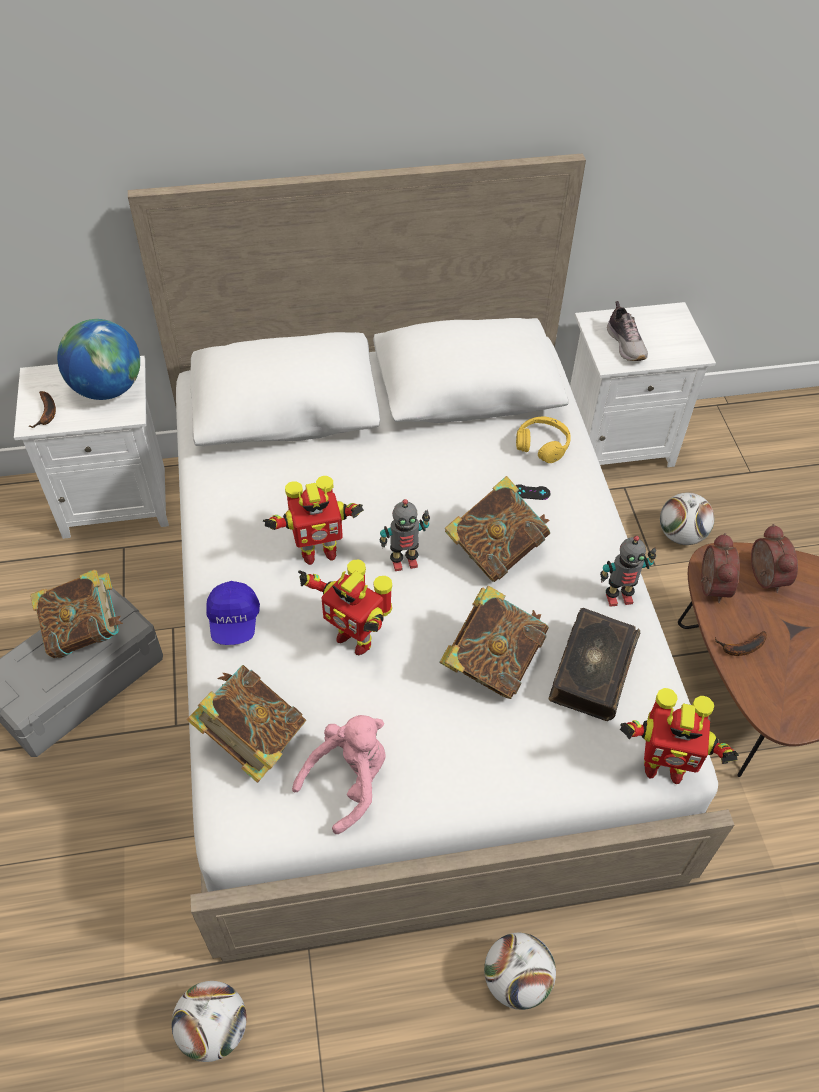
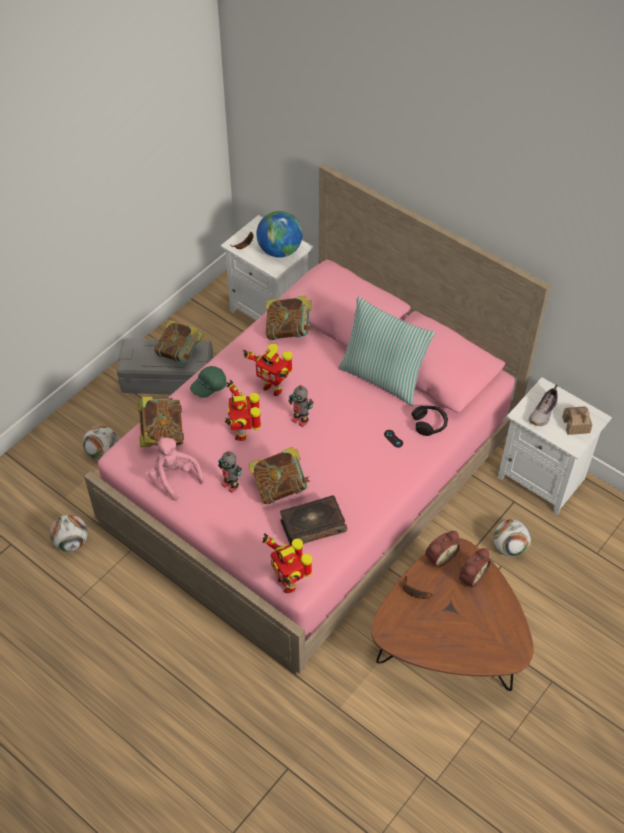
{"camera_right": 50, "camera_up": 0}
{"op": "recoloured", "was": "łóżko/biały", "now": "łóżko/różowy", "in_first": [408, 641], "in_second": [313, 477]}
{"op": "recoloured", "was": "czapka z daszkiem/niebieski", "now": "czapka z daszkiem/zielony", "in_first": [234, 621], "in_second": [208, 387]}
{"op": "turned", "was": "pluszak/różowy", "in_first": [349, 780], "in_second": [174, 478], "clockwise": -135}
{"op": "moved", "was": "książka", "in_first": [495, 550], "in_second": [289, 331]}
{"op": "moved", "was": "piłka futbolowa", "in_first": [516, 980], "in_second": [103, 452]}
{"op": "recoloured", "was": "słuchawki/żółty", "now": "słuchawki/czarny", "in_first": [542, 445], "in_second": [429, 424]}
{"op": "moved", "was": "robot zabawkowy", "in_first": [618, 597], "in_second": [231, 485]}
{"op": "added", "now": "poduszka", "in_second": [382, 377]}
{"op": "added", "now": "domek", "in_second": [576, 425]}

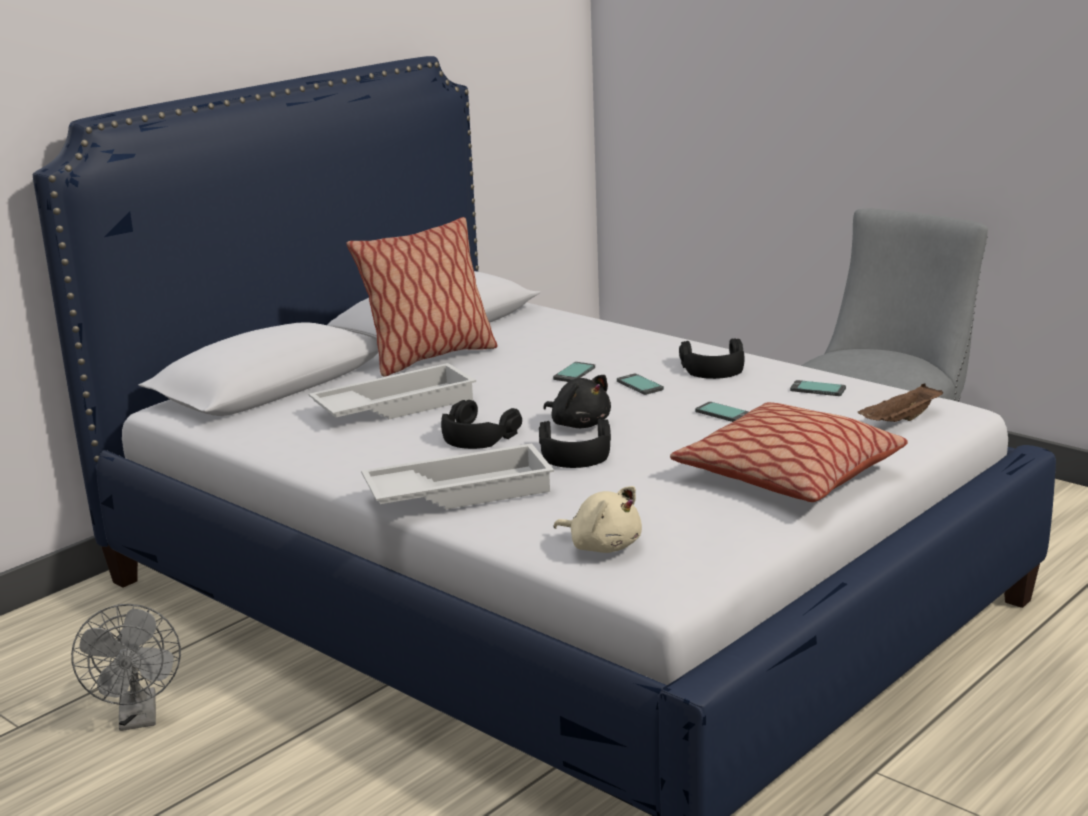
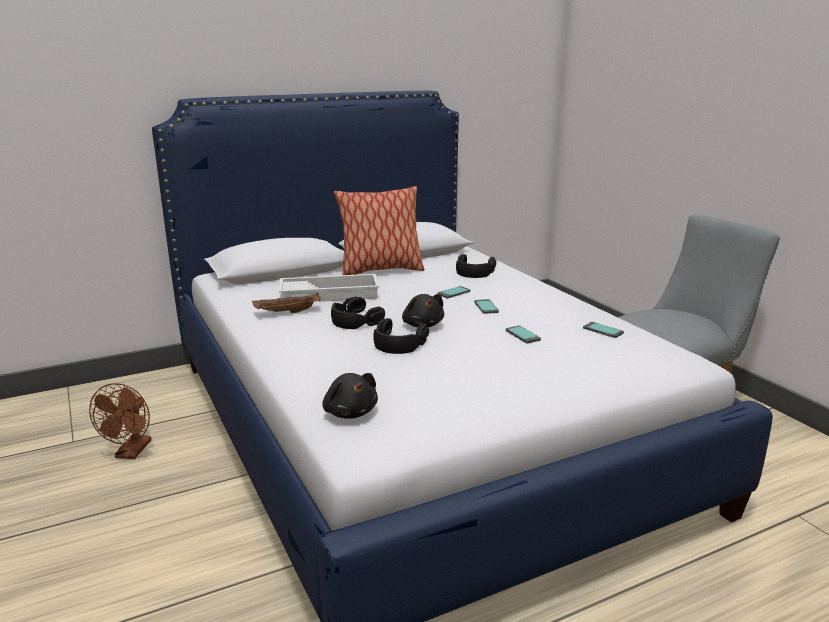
{"camera_right": 20, "camera_up": 0}
{"op": "recoloured", "was": "wentylator/szary", "now": "wentylator/brązowy", "in_first": [139, 719], "in_second": [131, 453]}
{"op": "removed", "was": "taca/biały", "in_first": [459, 491]}
{"op": "recoloured", "was": "pluszak/beżowy", "now": "pluszak/czarny", "in_first": [602, 546], "in_second": [350, 412]}
{"op": "removed", "was": "poduszka", "in_first": [788, 475]}
{"op": "moved", "was": "słuchawki/czarny", "in_first": [713, 368], "in_second": [474, 272]}
{"op": "moved", "was": "taca/brązowy", "in_first": [901, 421], "in_second": [287, 313]}

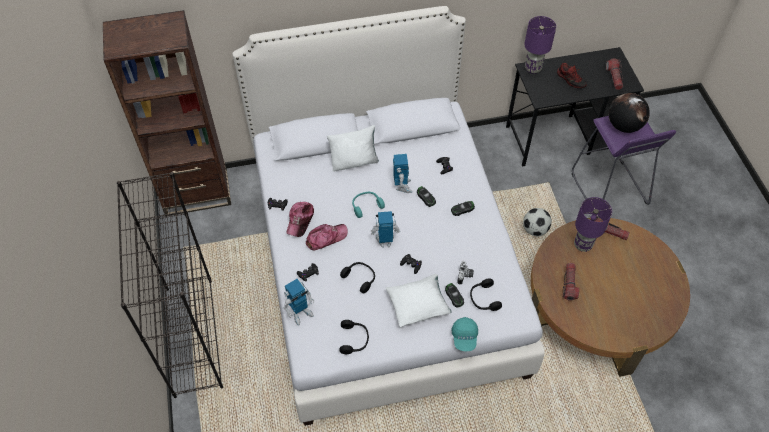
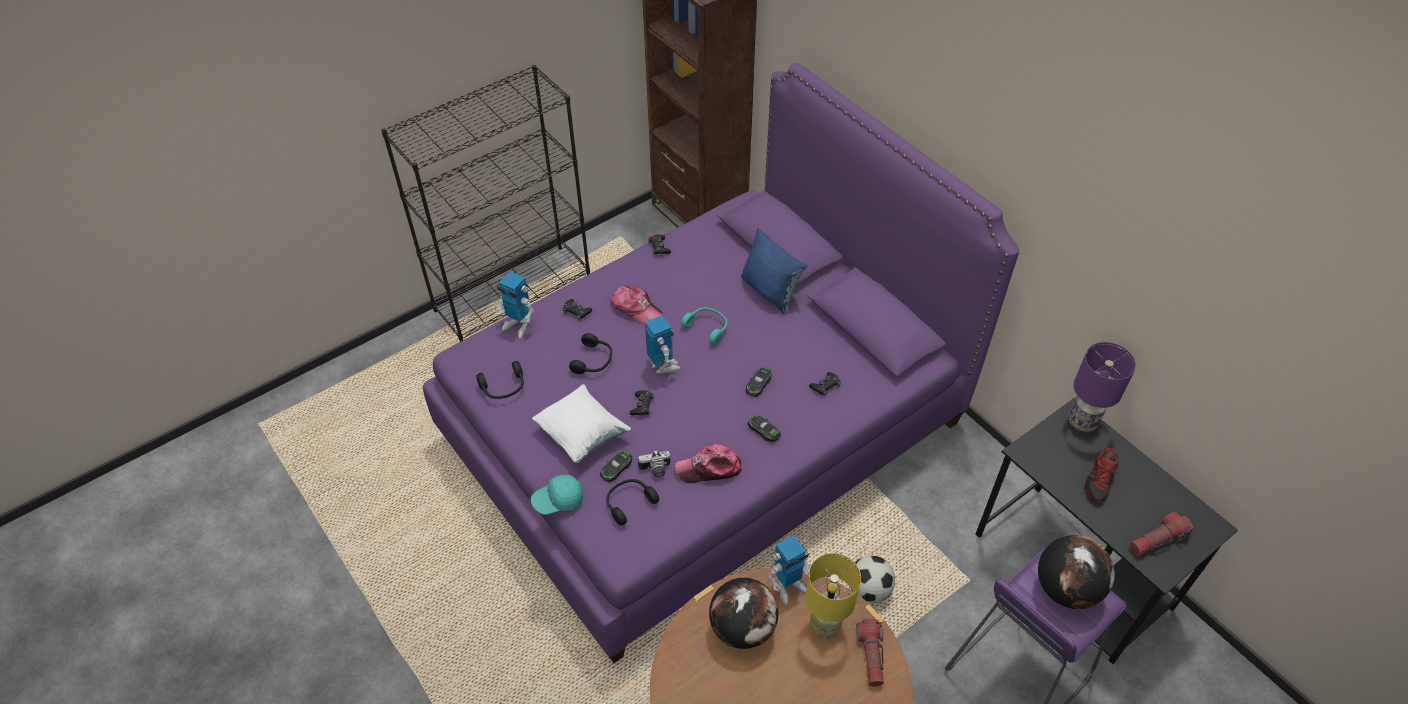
{"camera_right": 65, "camera_up": -5}
{"op": "recoloured", "was": "łóżko/biały", "now": "łóżko/fioletowy", "in_first": [383, 264], "in_second": [703, 428]}
{"op": "moved", "was": "czapka z daszkiem", "in_first": [300, 220], "in_second": [709, 469]}
{"op": "recoloured", "was": "poduszka/biały", "now": "poduszka/niebieski", "in_first": [354, 162], "in_second": [770, 291]}
{"op": "moved", "was": "robot zabawkowy", "in_first": [402, 186], "in_second": [788, 586]}
{"op": "replaced", "was": "latarka", "now": "globus", "in_first": [569, 284], "in_second": [743, 628]}
{"op": "recoloured", "was": "lampa stołowa/fioletowy", "now": "lampa stołowa/żółty", "in_first": [583, 245], "in_second": [824, 626]}

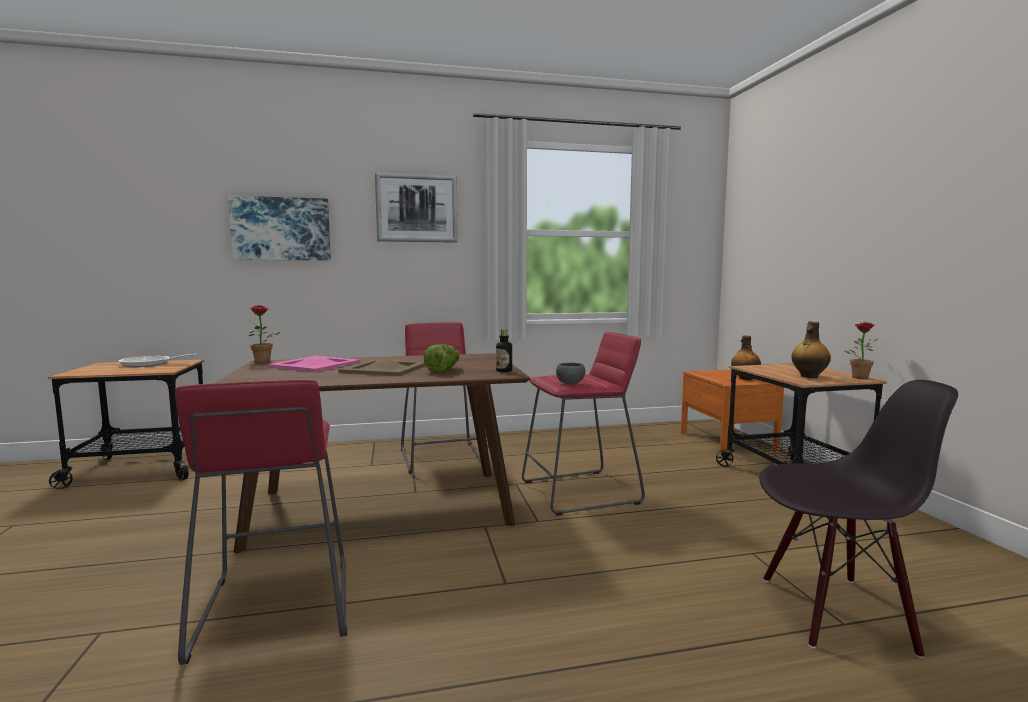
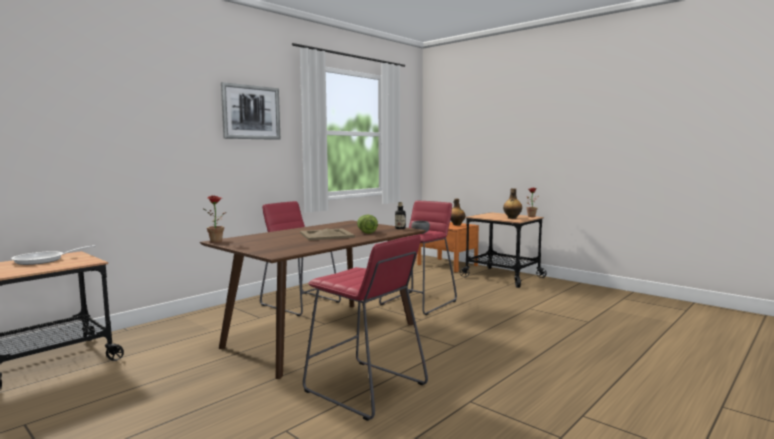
{"camera_right": -35, "camera_up": 0}
{"op": "removed", "was": "obraz", "in_first": [281, 229]}
{"op": "removed", "was": "taca/różowy", "in_first": [316, 364]}
{"op": "removed", "was": "krzesło/czarny", "in_first": [835, 612]}

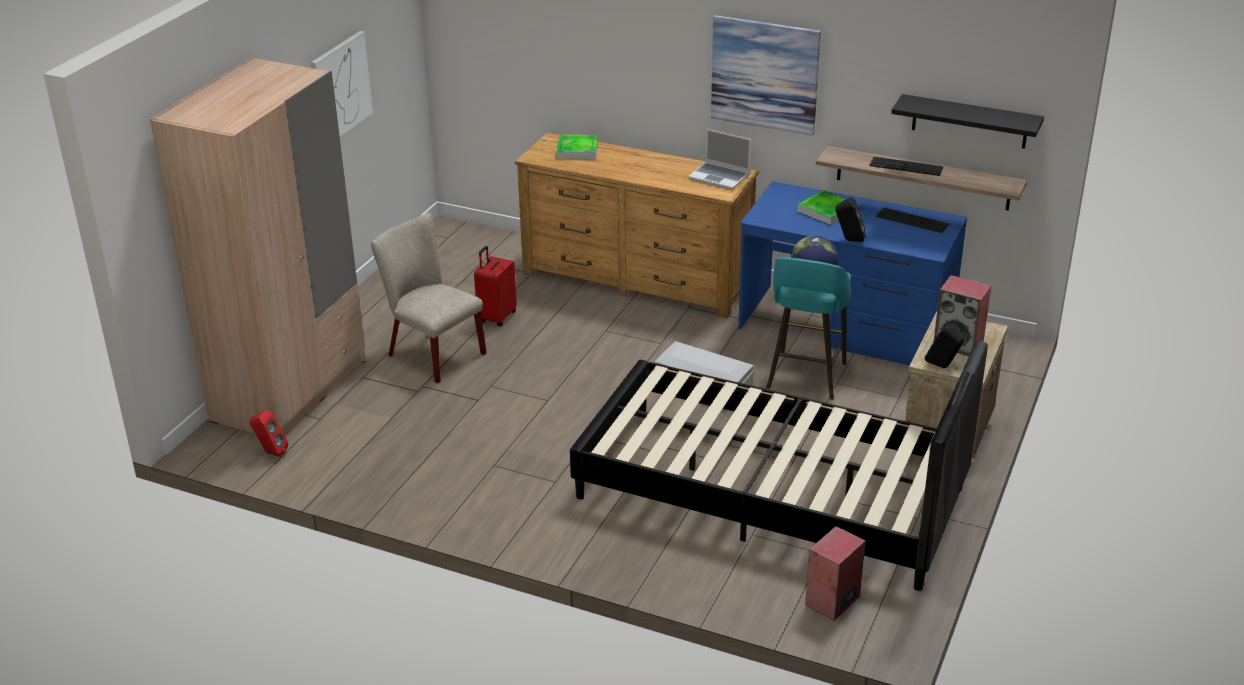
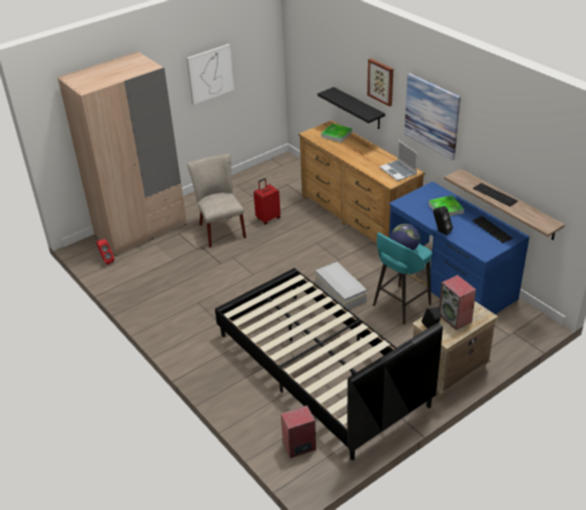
{"camera_right": 30, "camera_up": 5}
{"op": "moved", "was": "półka/czarny", "in_first": [969, 121], "in_second": [358, 108]}
{"op": "added", "now": "obraz", "in_second": [381, 81]}

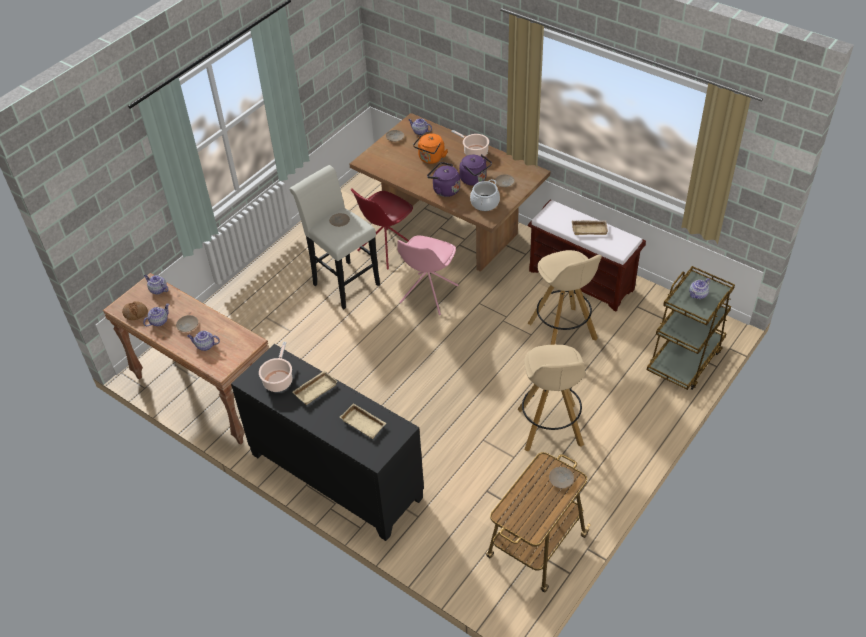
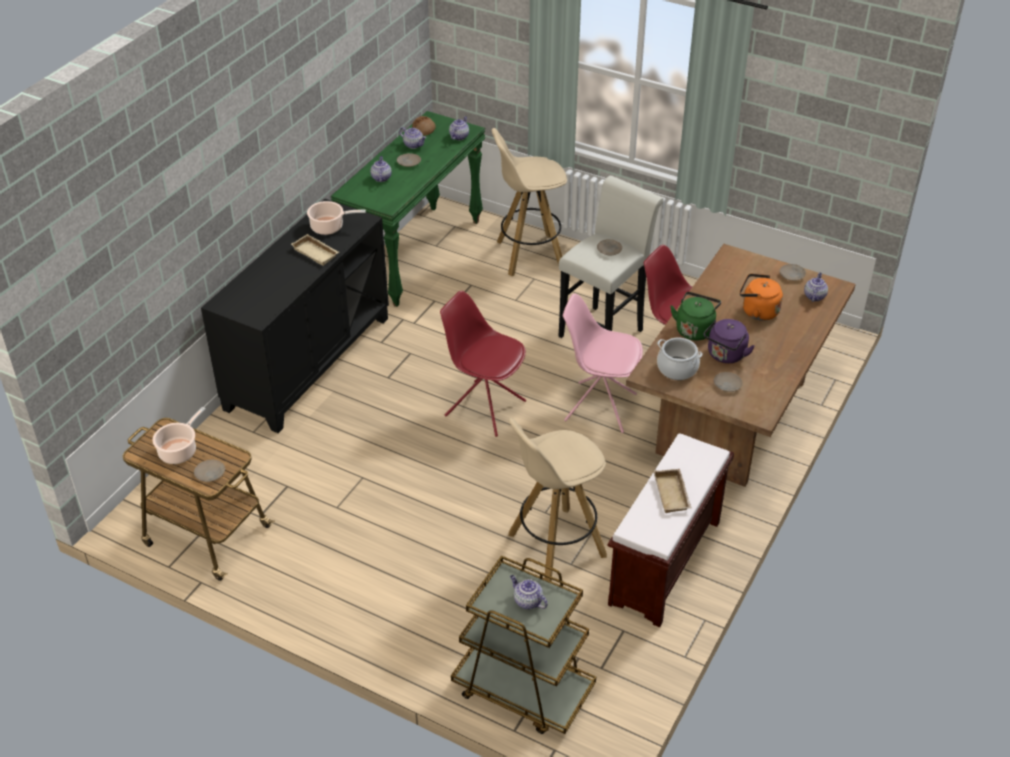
{"camera_right": 80, "camera_up": -5}
{"op": "recoloured", "was": "stolik konsolowy/brązowy", "now": "stolik konsolowy/zielony", "in_first": [204, 394], "in_second": [415, 254]}
{"op": "removed", "was": "taca/beżowy", "in_first": [364, 423]}
{"op": "recoloured", "was": "czajnik/fioletowy", "now": "czajnik/zielony", "in_first": [444, 190], "in_second": [695, 329]}
{"op": "moved", "was": "garnek", "in_first": [474, 152], "in_second": [179, 451]}
{"op": "moved", "was": "stołek/beżowy", "in_first": [550, 428], "in_second": [528, 255]}
{"op": "added", "now": "krzesło/czerwony", "in_second": [484, 407]}

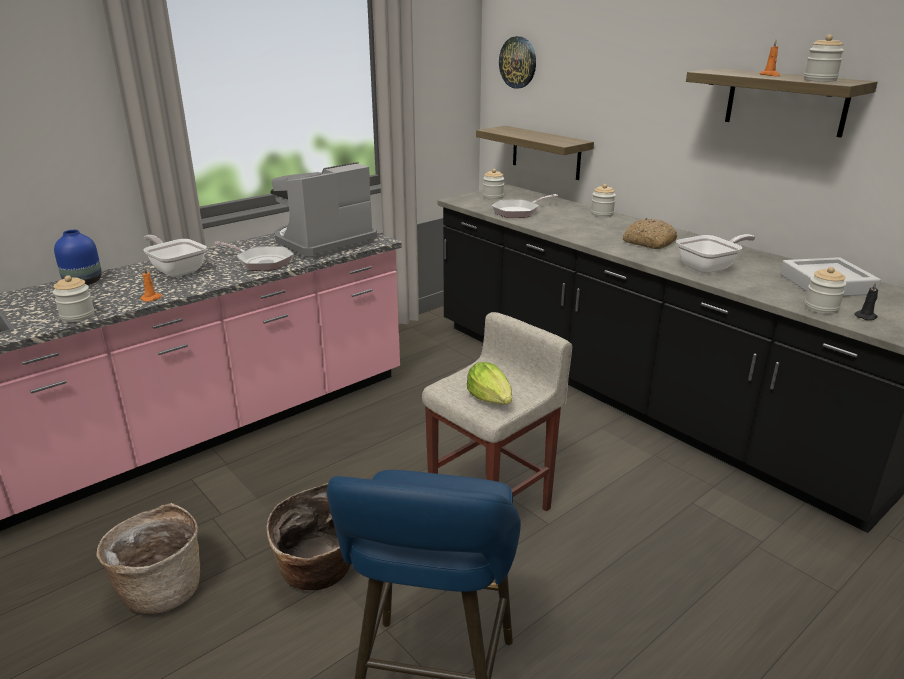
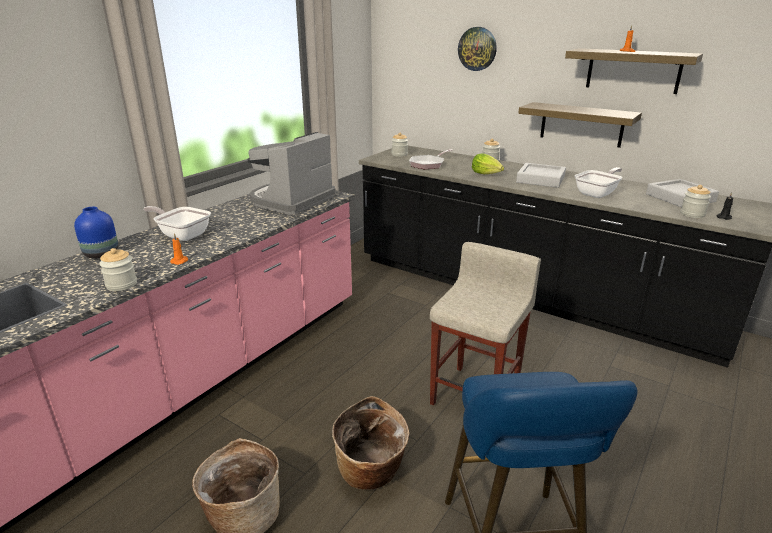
{"camera_right": -15, "camera_up": 0}
{"op": "removed", "was": "patelnia", "in_first": [261, 262]}
{"op": "moved", "was": "sałata", "in_first": [491, 399], "in_second": [486, 174]}
{"op": "moved", "was": "półka", "in_first": [546, 152], "in_second": [581, 124]}
{"op": "moved", "was": "zegar ścienny", "in_first": [518, 62], "in_second": [477, 49]}
{"op": "replaced", "was": "chleb", "now": "taca/szary", "in_first": [648, 242], "in_second": [540, 179]}
{"op": "removed", "was": "słoik", "in_first": [819, 80]}

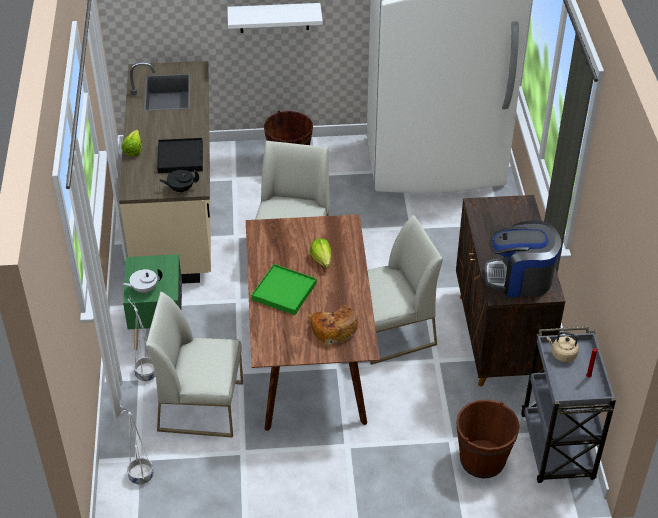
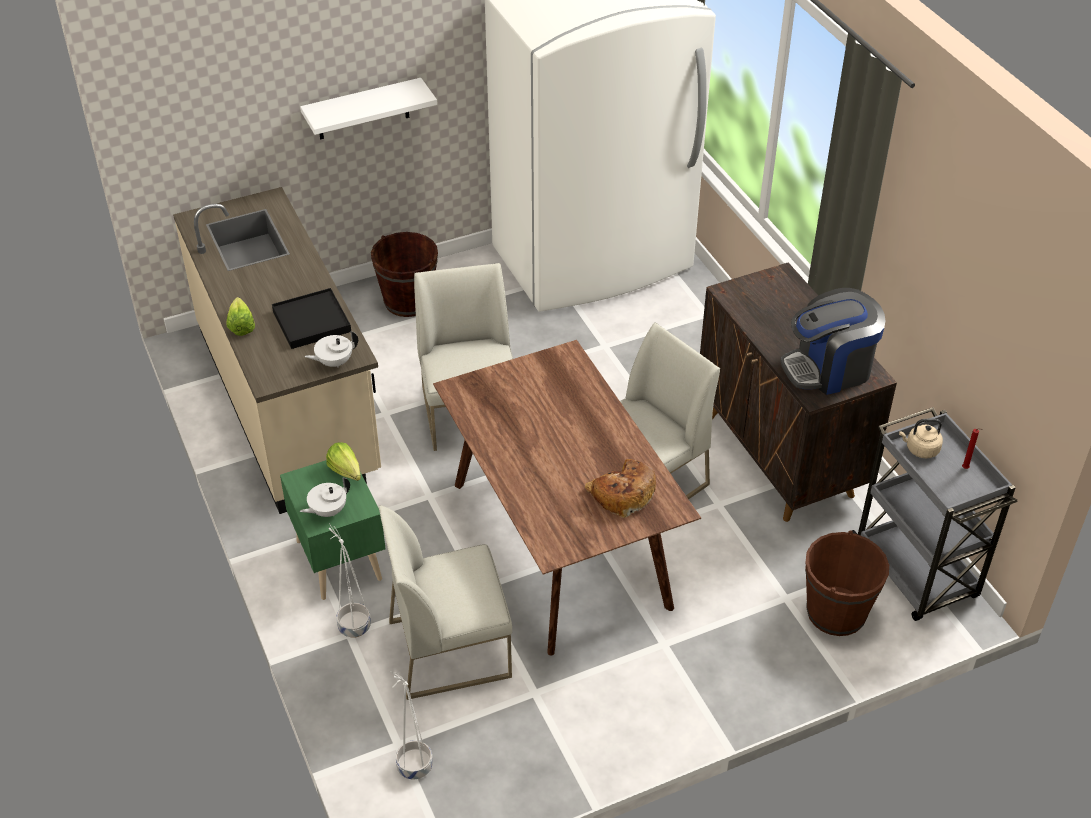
{"camera_right": -20, "camera_up": 0}
{"op": "recoloured", "was": "imbryk/czarny", "now": "imbryk/biały", "in_first": [181, 189], "in_second": [334, 362]}
{"op": "removed", "was": "taca/zielony", "in_first": [284, 291]}
{"op": "moved", "was": "sałata", "in_first": [322, 262], "in_second": [347, 474]}

